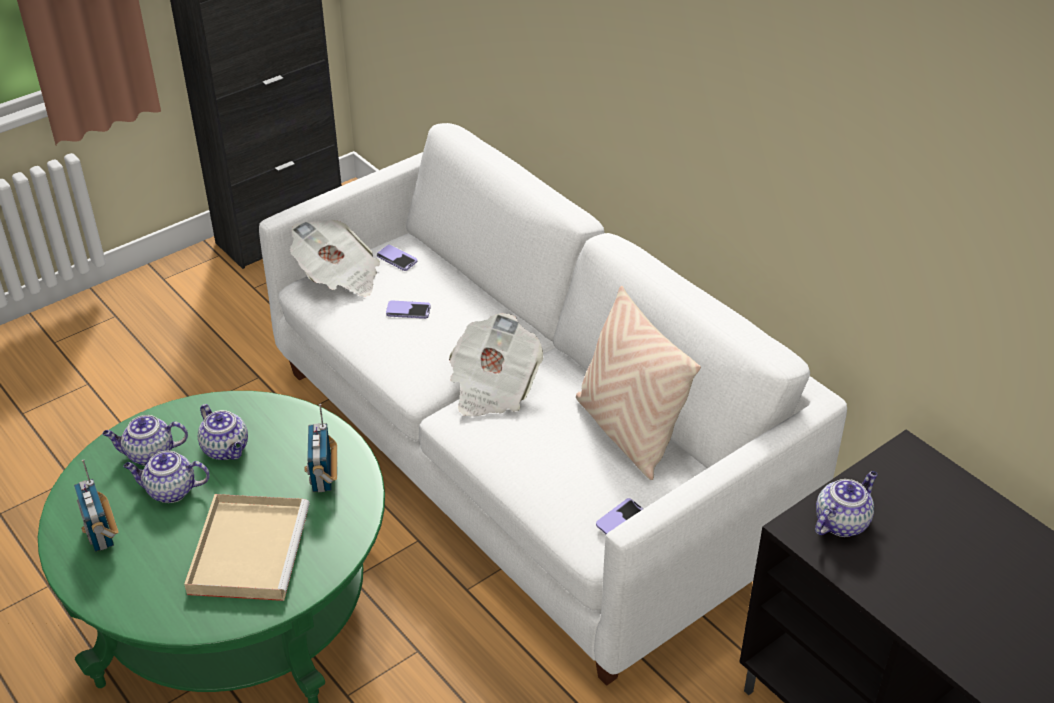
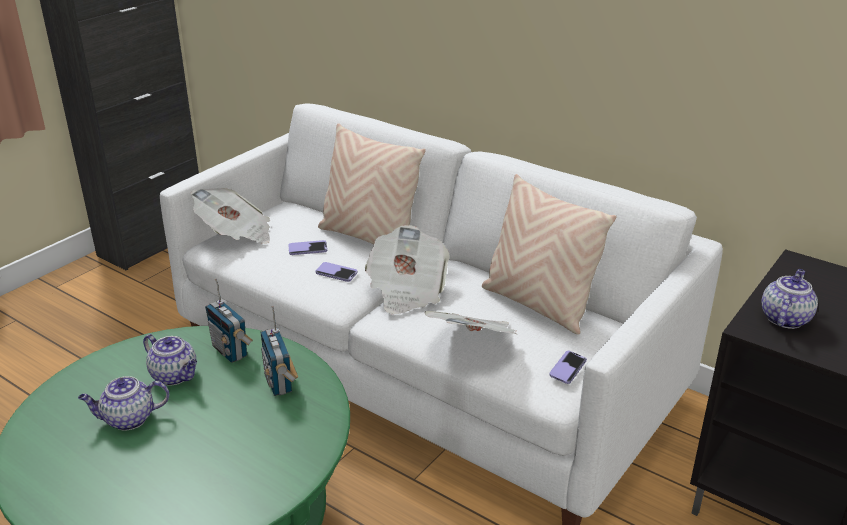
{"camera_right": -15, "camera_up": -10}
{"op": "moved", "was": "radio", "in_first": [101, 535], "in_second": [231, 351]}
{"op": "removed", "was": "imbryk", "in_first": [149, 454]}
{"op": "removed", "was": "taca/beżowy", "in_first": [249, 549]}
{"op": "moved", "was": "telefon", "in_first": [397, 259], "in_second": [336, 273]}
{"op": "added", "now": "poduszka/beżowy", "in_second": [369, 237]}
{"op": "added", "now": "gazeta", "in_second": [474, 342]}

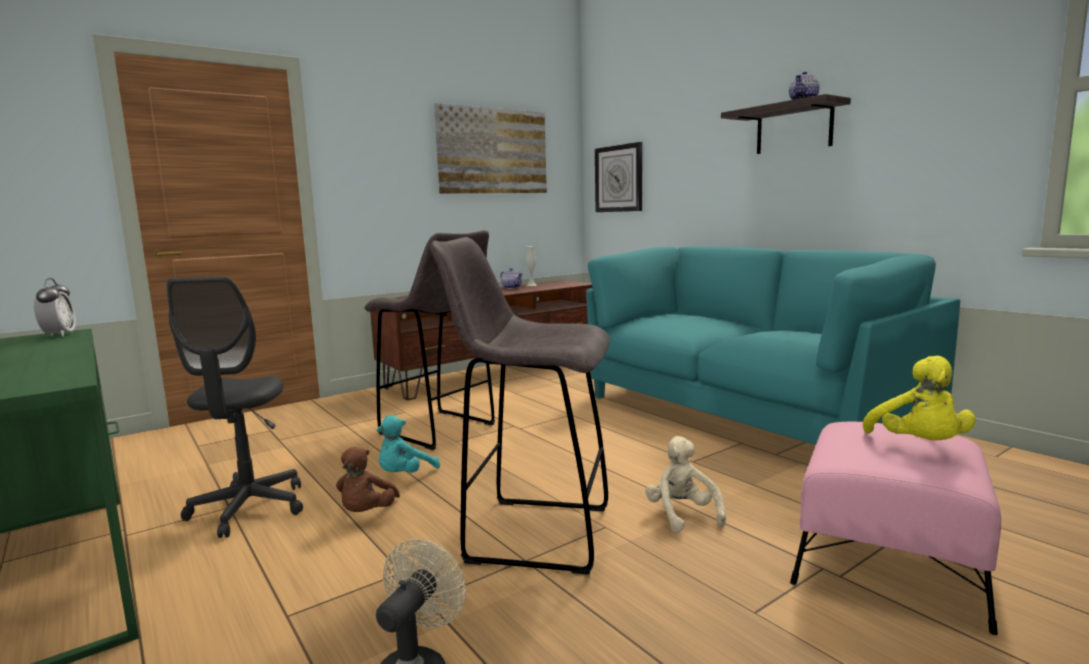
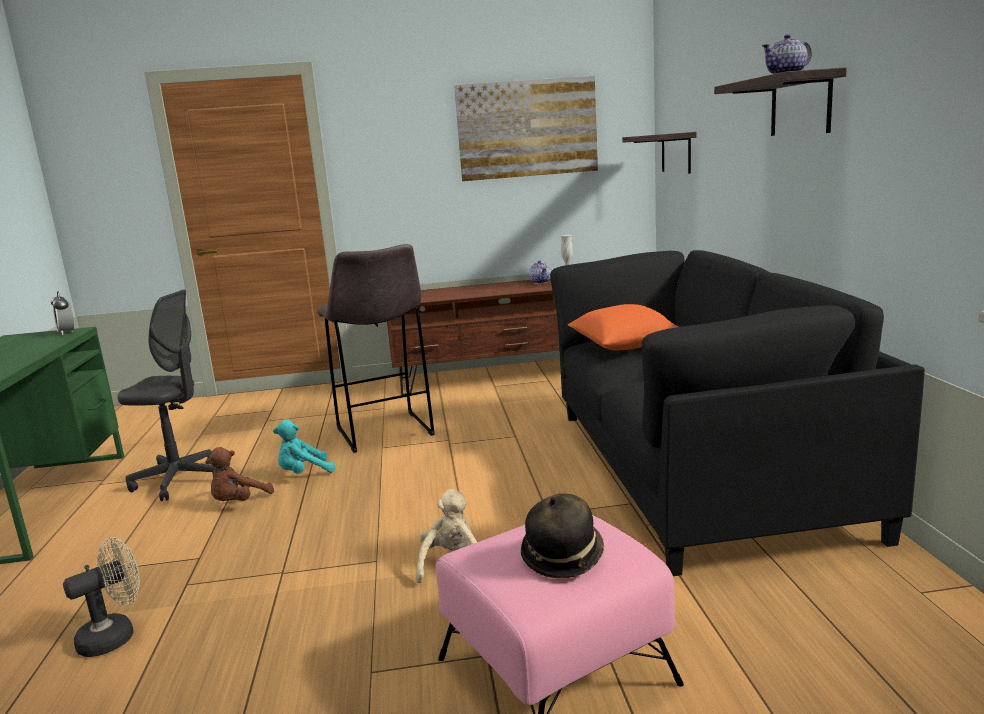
{"camera_right": 30, "camera_up": 5}
{"op": "turned", "was": "budzik", "in_first": [59, 335], "in_second": [67, 332], "clockwise": 135}
{"op": "turned", "was": "krzesło biurowe/szary", "in_first": [249, 509], "in_second": [180, 480], "clockwise": -105}
{"op": "removed", "was": "stołek/szary", "in_first": [534, 533]}
{"op": "recoloured", "was": "kanapa/turkusowy", "now": "kanapa/czarny", "in_first": [747, 414], "in_second": [695, 468]}
{"op": "replaced", "was": "zegar ścienny", "now": "półka", "in_first": [619, 178], "in_second": [676, 153]}
{"op": "replaced", "was": "pluszak/żółty", "now": "kapelusz", "in_first": [919, 445], "in_second": [562, 556]}
{"op": "added", "now": "poduszka/pomarańczowy", "in_second": [624, 346]}

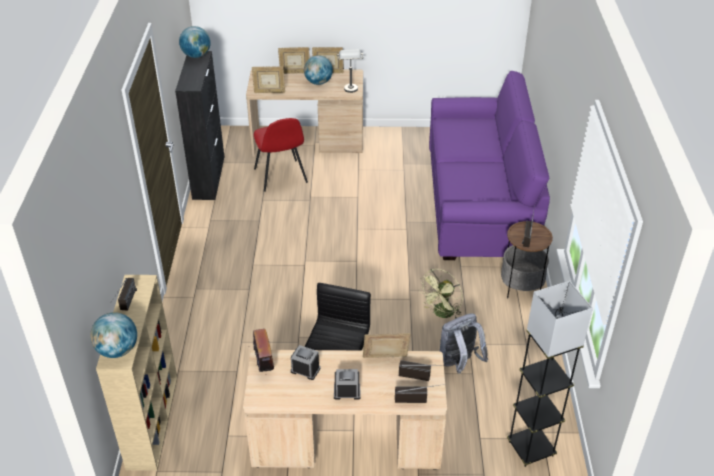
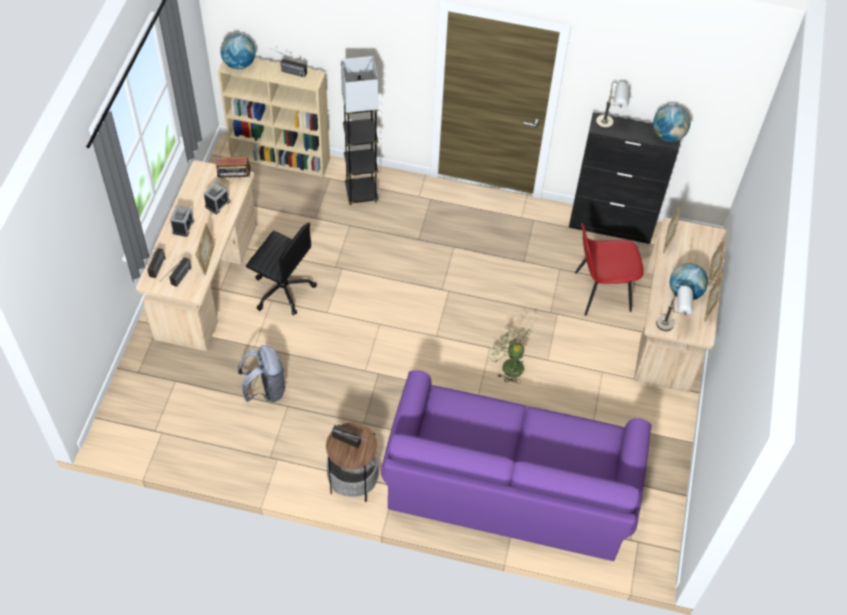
{"camera_right": 100, "camera_up": 15}
{"op": "moved", "was": "wentylator/zielony", "in_first": [441, 314], "in_second": [508, 365]}
{"op": "moved", "was": "lampa stojąca/czarny", "in_first": [531, 448], "in_second": [361, 193]}
{"op": "added", "now": "lampa stołowa/szary", "in_second": [610, 123]}

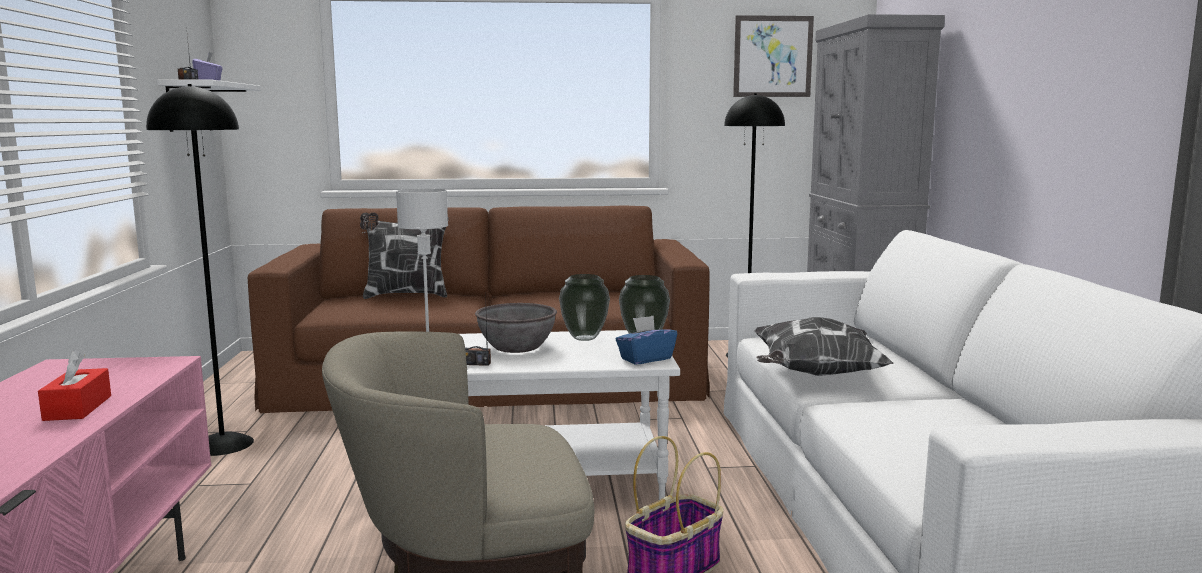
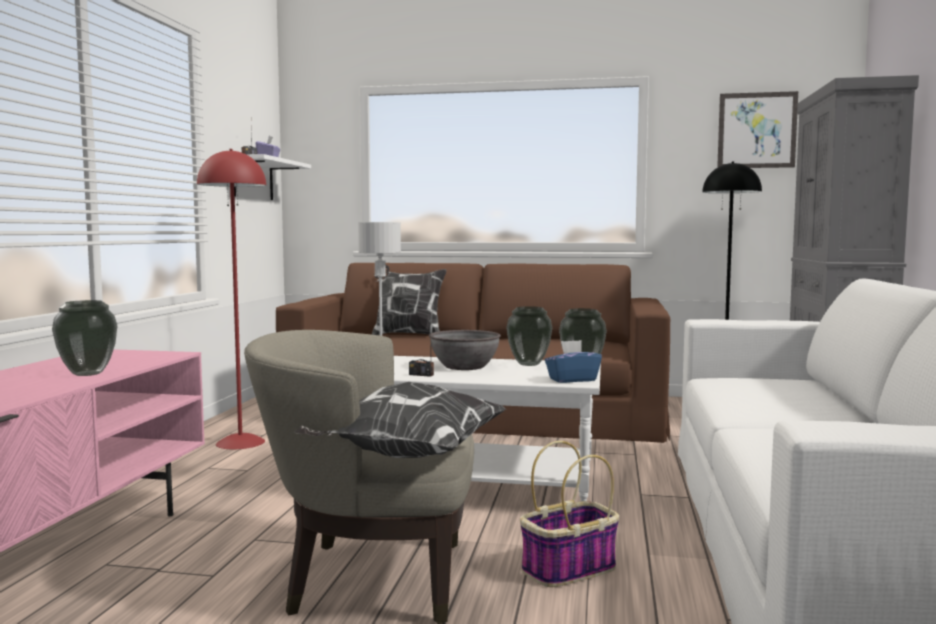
{"camera_right": 15, "camera_up": -5}
{"op": "replaced", "was": "pudełko chusteczek/czerwony", "now": "wazon", "in_first": [78, 408], "in_second": [87, 373]}
{"op": "recoloured", "was": "lampa stojąca/czarny", "now": "lampa stojąca/czerwony", "in_first": [222, 444], "in_second": [239, 442]}
{"op": "moved", "was": "poduszka", "in_first": [814, 375], "in_second": [406, 457]}

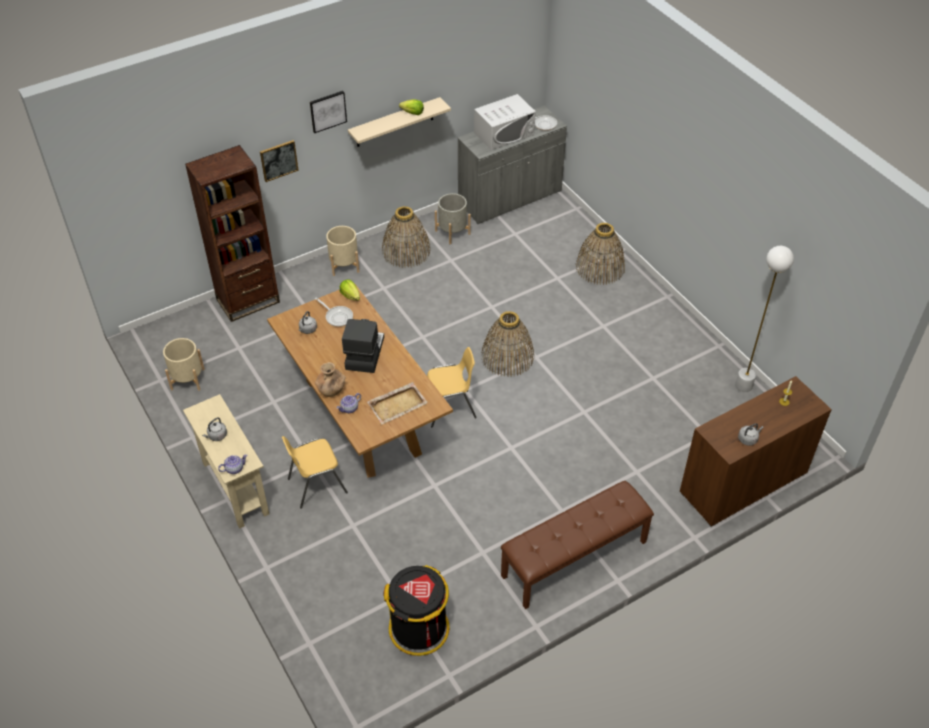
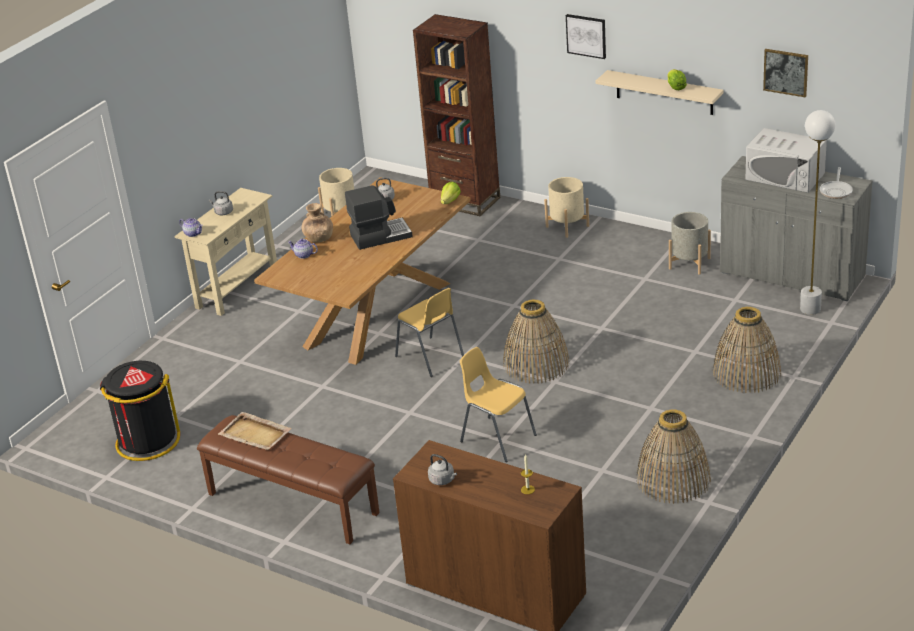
{"camera_right": 65, "camera_up": -15}
{"op": "moved", "was": "obraz", "in_first": [278, 160], "in_second": [786, 72]}
{"op": "moved", "was": "krzesło/żółty", "in_first": [316, 485], "in_second": [497, 438]}
{"op": "removed", "was": "patelnia", "in_first": [337, 317]}
{"op": "moved", "was": "taca/beżowy", "in_first": [398, 404], "in_second": [255, 434]}
{"op": "moved", "was": "koszyk", "in_first": [406, 251], "in_second": [673, 480]}
{"op": "moved", "was": "lampa stojąca/biały", "in_first": [743, 386], "in_second": [810, 309]}

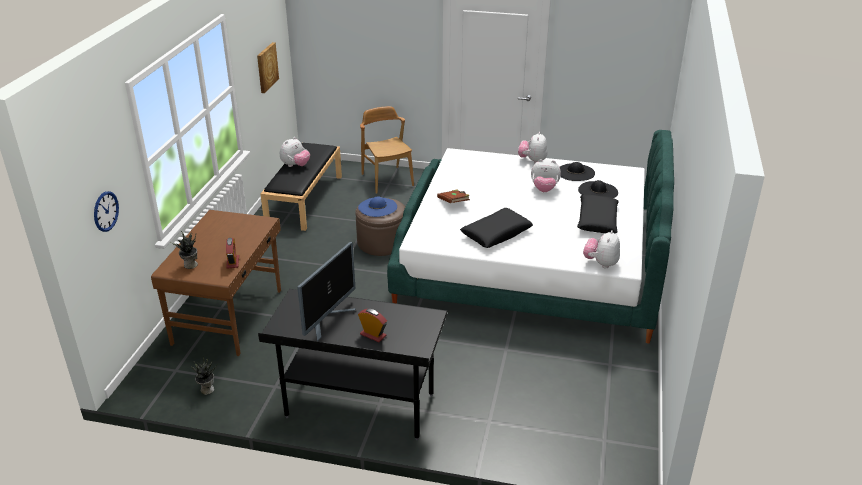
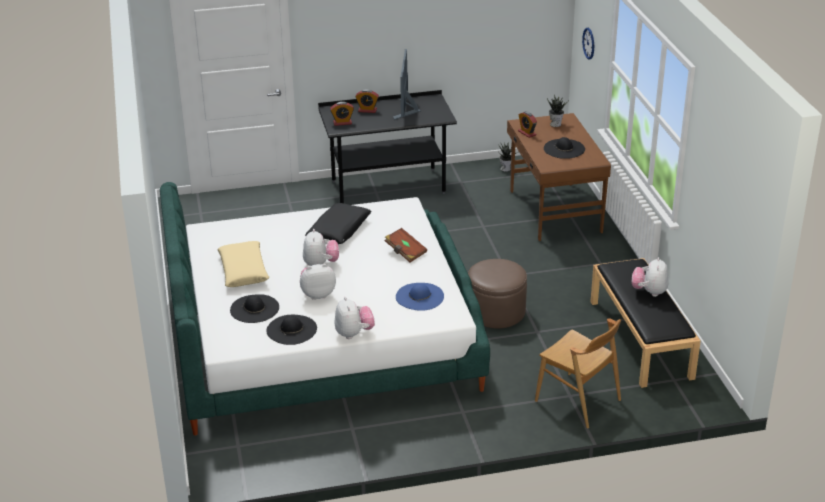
{"camera_right": 155, "camera_up": 0}
{"op": "removed", "was": "obraz", "in_first": [266, 67]}
{"op": "moved", "was": "kapelusz/niebieski", "in_first": [377, 207], "in_second": [419, 296]}
{"op": "recoloured", "was": "poduszka/czarny", "now": "poduszka/beżowy", "in_first": [597, 220], "in_second": [243, 271]}
{"op": "moved", "was": "pluszak", "in_first": [601, 263], "in_second": [320, 264]}
{"op": "added", "now": "budzik", "in_second": [342, 123]}
{"op": "added", "now": "kapelusz/czarny", "in_second": [564, 149]}

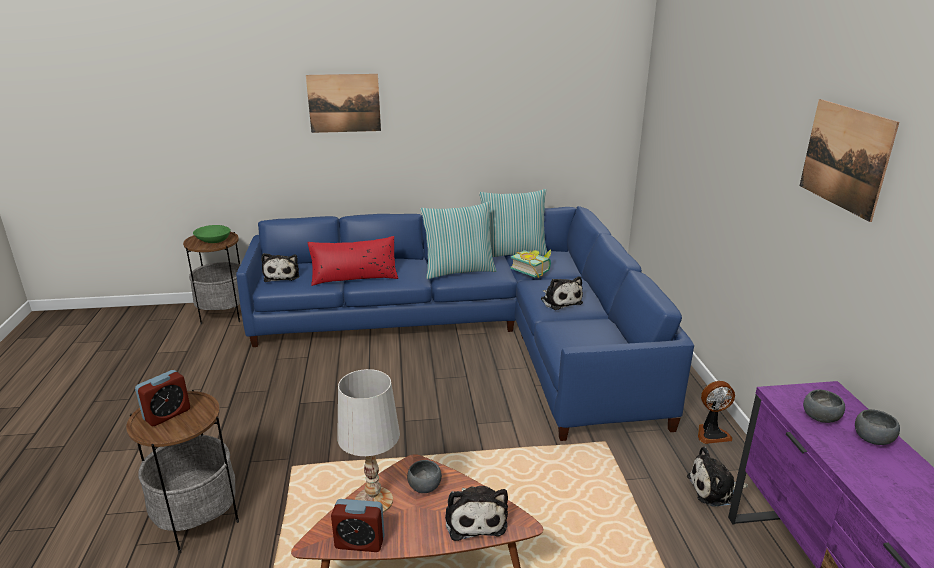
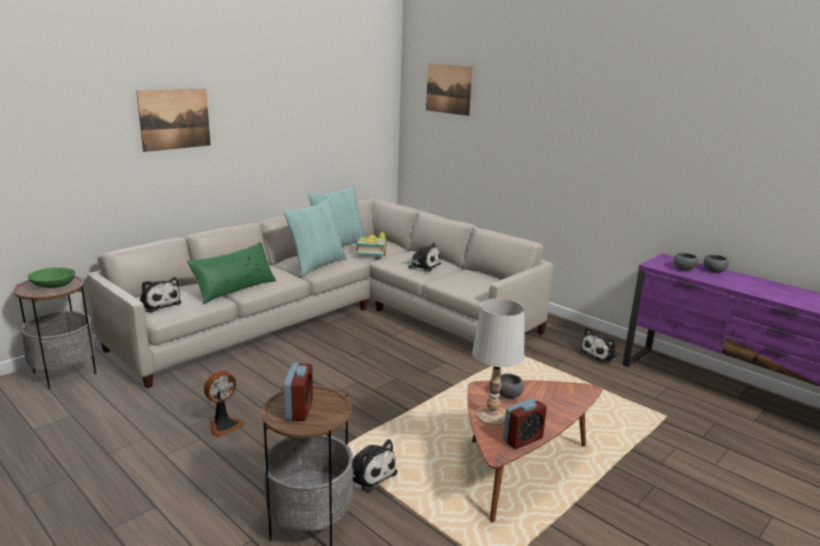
{"camera_right": -40, "camera_up": -5}
{"op": "recoloured", "was": "kanapa/niebieski", "now": "kanapa/beżowy", "in_first": [475, 332], "in_second": [339, 317]}
{"op": "recoloured", "was": "poduszka/czerwony", "now": "poduszka/zielony", "in_first": [354, 278], "in_second": [235, 289]}
{"op": "moved", "was": "pluszak", "in_first": [475, 518], "in_second": [368, 473]}
{"op": "moved", "was": "wentylator", "in_first": [711, 433], "in_second": [224, 425]}
{"op": "moved", "was": "obraz", "in_first": [845, 157], "in_second": [448, 89]}

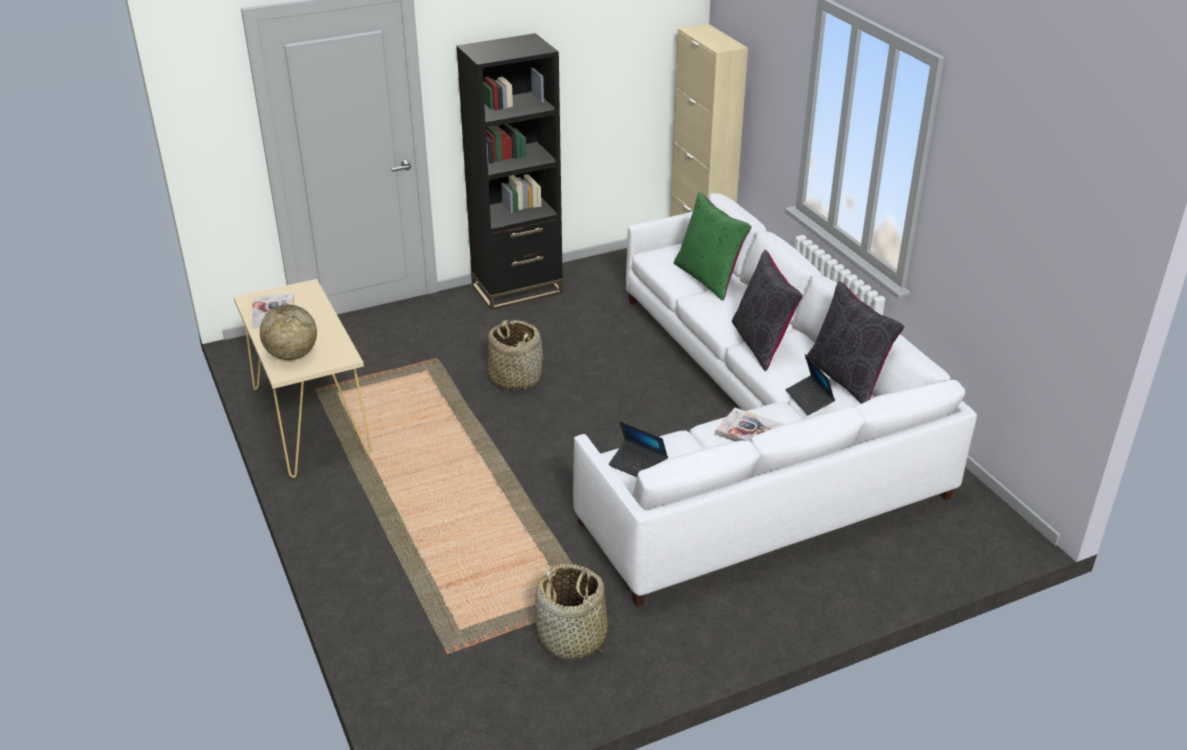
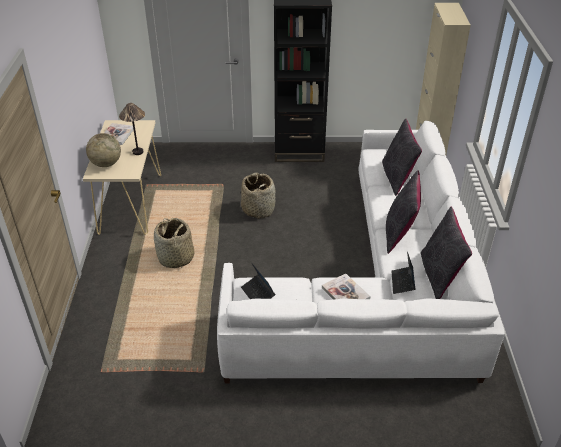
{"camera_right": 25, "camera_up": 5}
{"op": "moved", "was": "koszyk", "in_first": [572, 638], "in_second": [176, 258]}
{"op": "recoloured", "was": "poduszka/zielony", "now": "poduszka/czarny", "in_first": [708, 278], "in_second": [397, 178]}
{"op": "added", "now": "lampa stołowa", "in_second": [138, 152]}

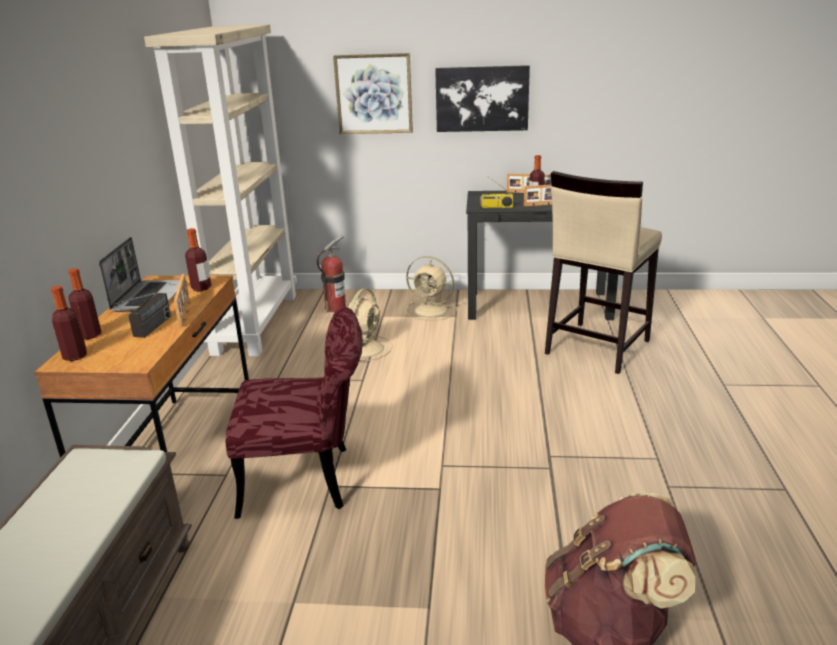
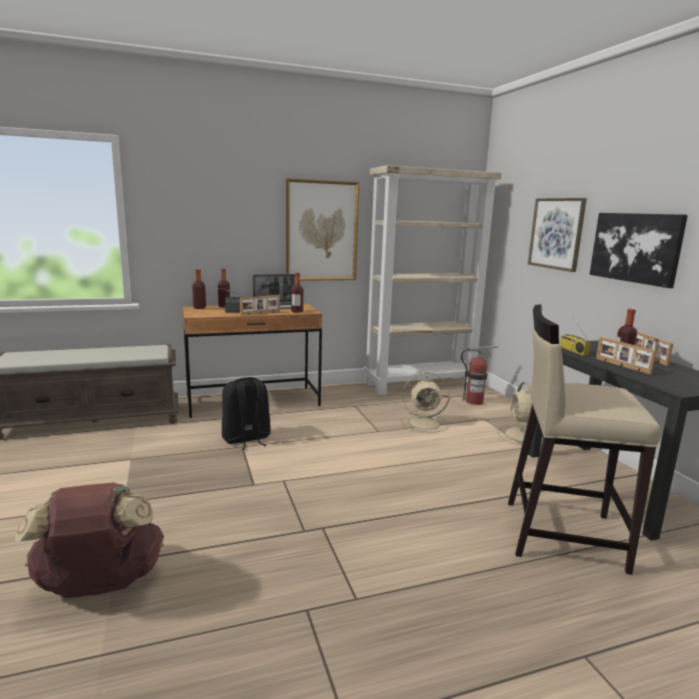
{"camera_right": 65, "camera_up": -10}
{"op": "replaced", "was": "krzesło/czerwony", "now": "plecak/czarny", "in_first": [309, 479], "in_second": [246, 439]}
{"op": "added", "now": "obraz", "in_second": [321, 231]}

